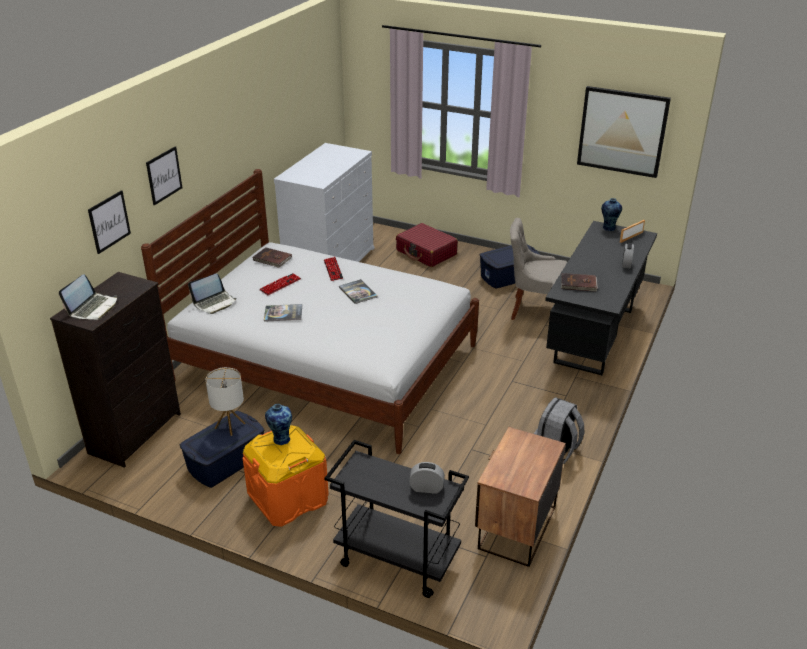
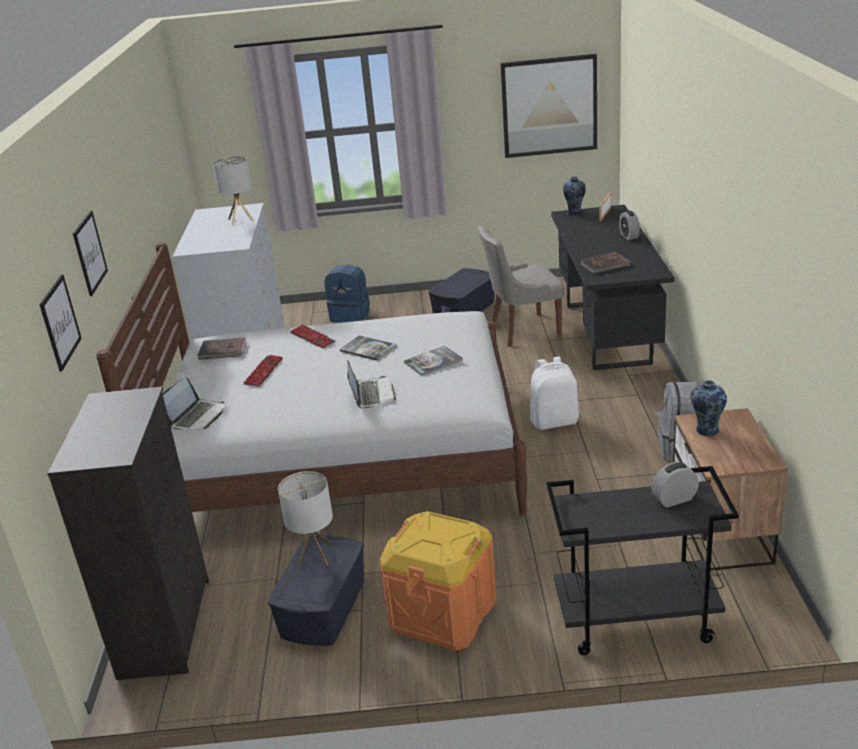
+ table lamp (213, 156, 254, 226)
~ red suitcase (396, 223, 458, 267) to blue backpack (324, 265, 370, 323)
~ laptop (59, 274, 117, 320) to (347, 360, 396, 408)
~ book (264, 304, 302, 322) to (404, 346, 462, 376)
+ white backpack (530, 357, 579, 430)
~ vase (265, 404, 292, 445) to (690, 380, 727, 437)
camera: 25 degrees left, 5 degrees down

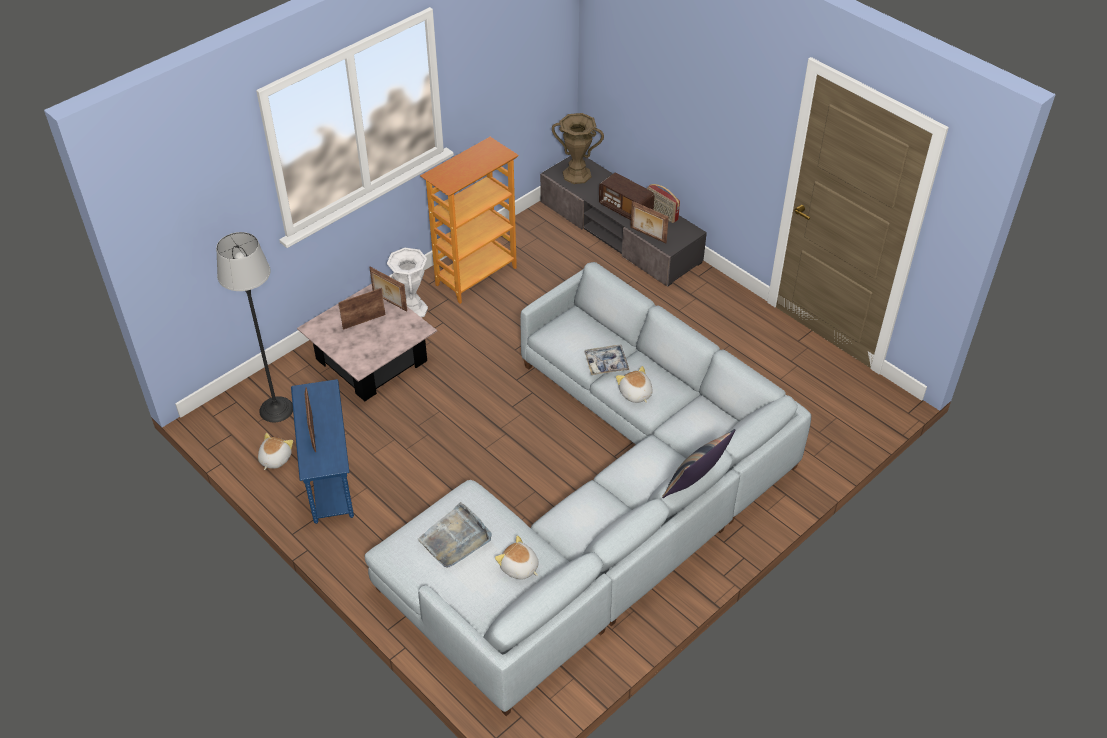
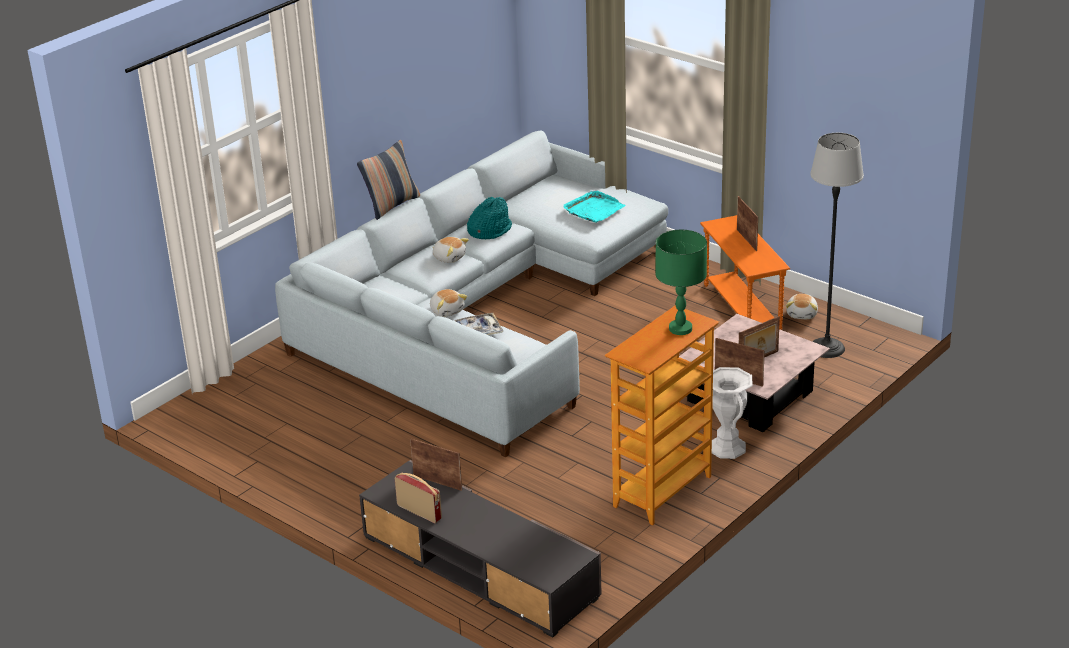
~ plush toy (495, 535, 539, 580) to (433, 237, 469, 263)
+ turquoise hat (467, 197, 512, 239)
~ grey tray (418, 502, 492, 567) to turquoise tray (563, 191, 625, 223)
+ green table lamp (655, 230, 707, 335)
~ blue side table (291, 379, 354, 524) to orange side table (700, 215, 790, 330)
- brown vase (552, 113, 604, 184)
- radio (599, 173, 655, 220)
camera: 175 degrees right, 15 degrees down

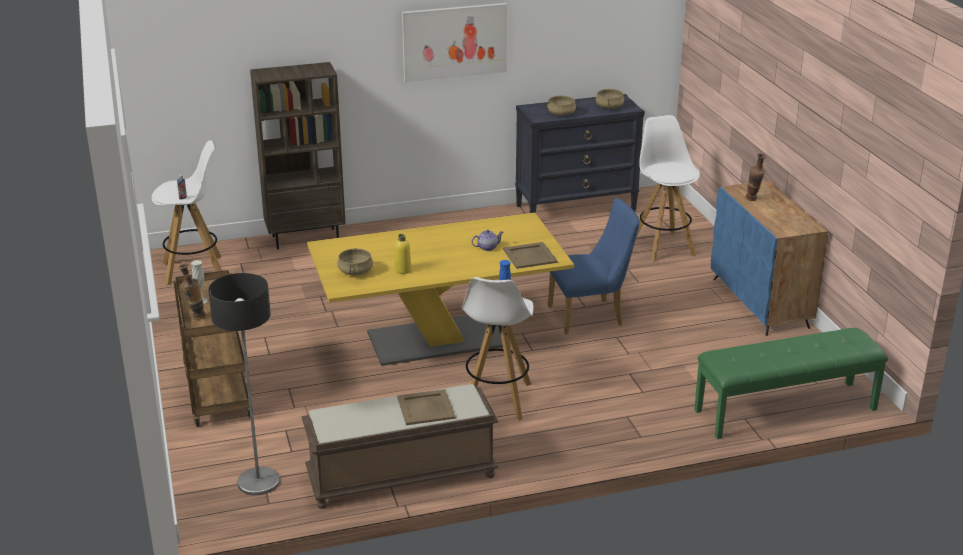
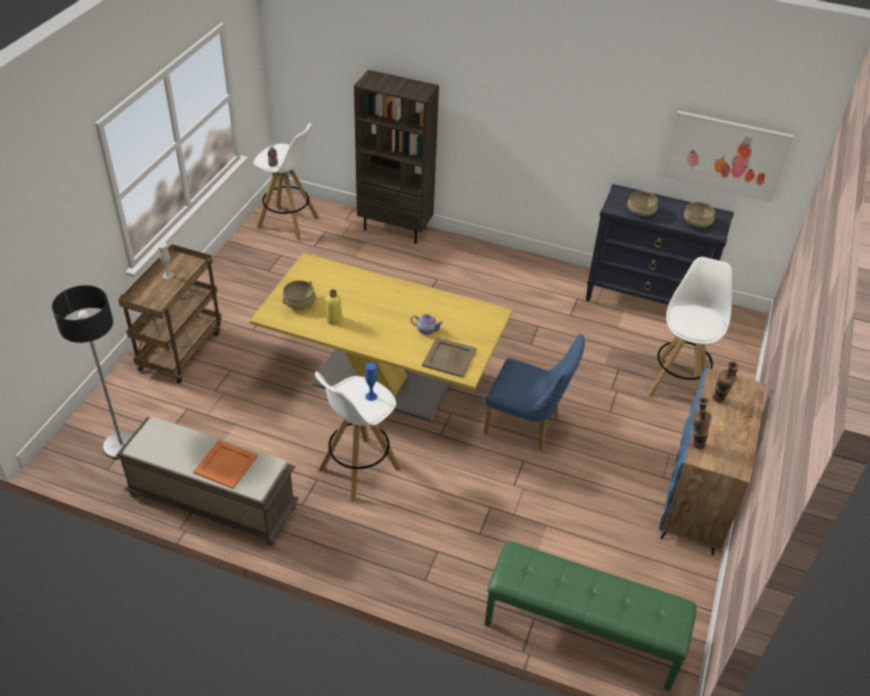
~ beige tray (397, 389, 456, 425) to orange tray (193, 440, 258, 489)
~ picture (402, 3, 507, 82) to (662, 111, 794, 202)
~ vase (178, 263, 206, 320) to (693, 397, 712, 450)
camera: 35 degrees right, 15 degrees up

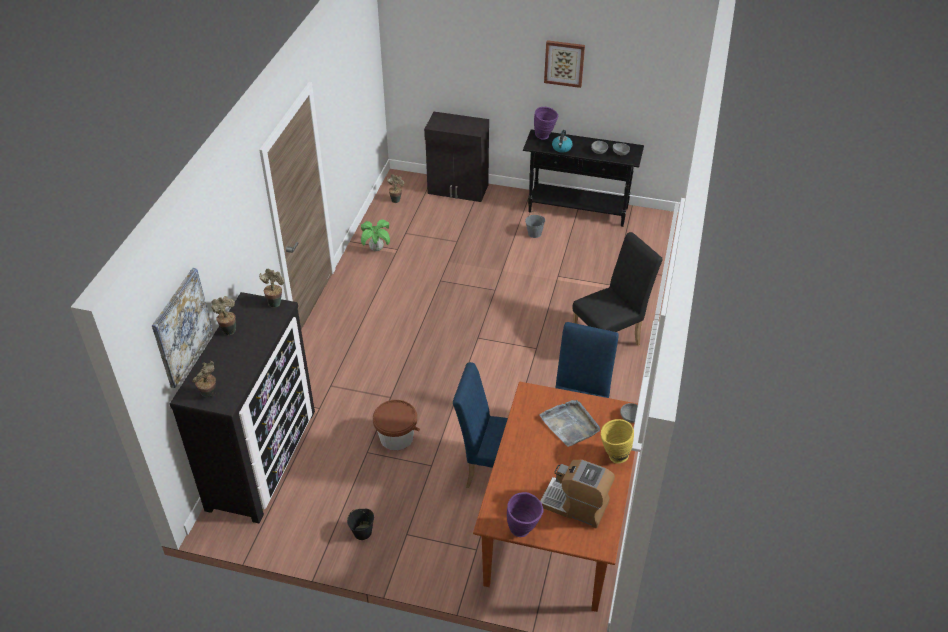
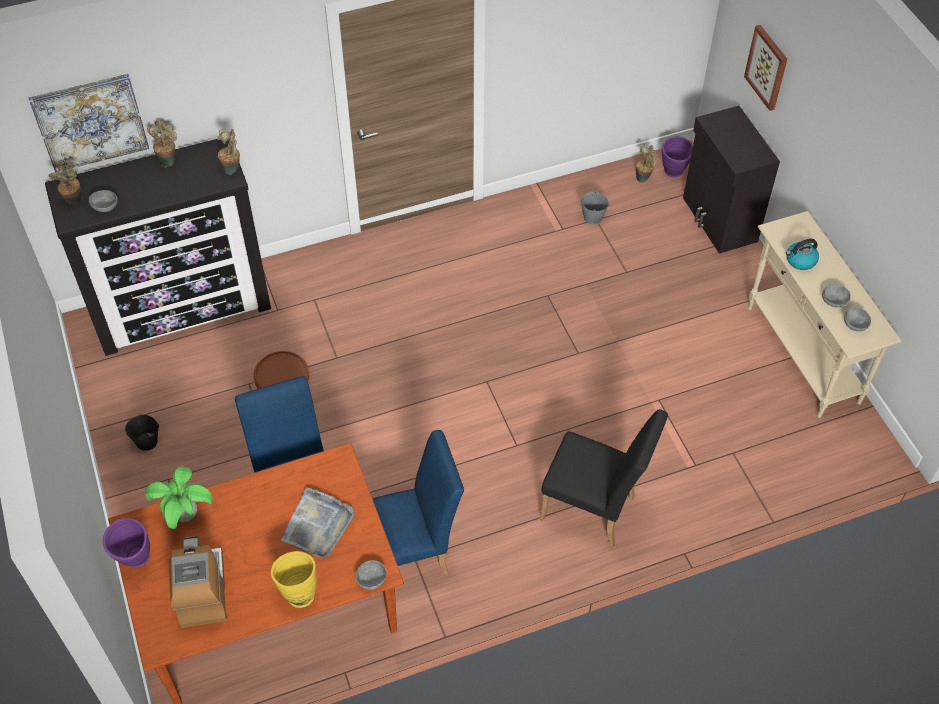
+ grey bowl (89, 190, 118, 212)
~ potted plant (361, 219, 390, 251) to (145, 466, 213, 529)
~ grey bucket (525, 211, 545, 238) to (580, 189, 610, 224)
~ purple vase (534, 107, 558, 140) to (662, 136, 693, 177)
~ picture (544, 40, 585, 88) to (744, 25, 787, 111)
~ black console table (523, 129, 644, 227) to beige console table (748, 211, 902, 418)
camera: 55 degrees right, 10 degrees up

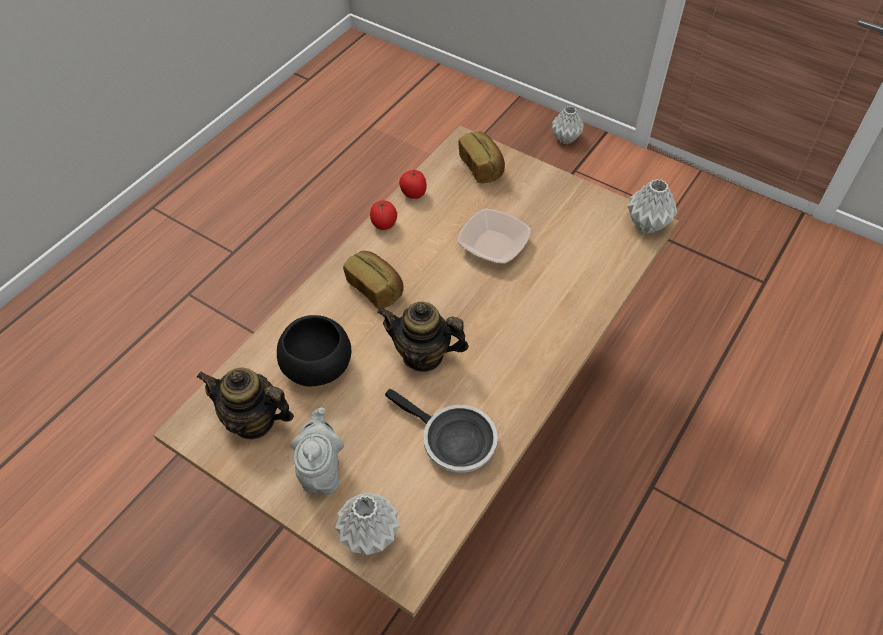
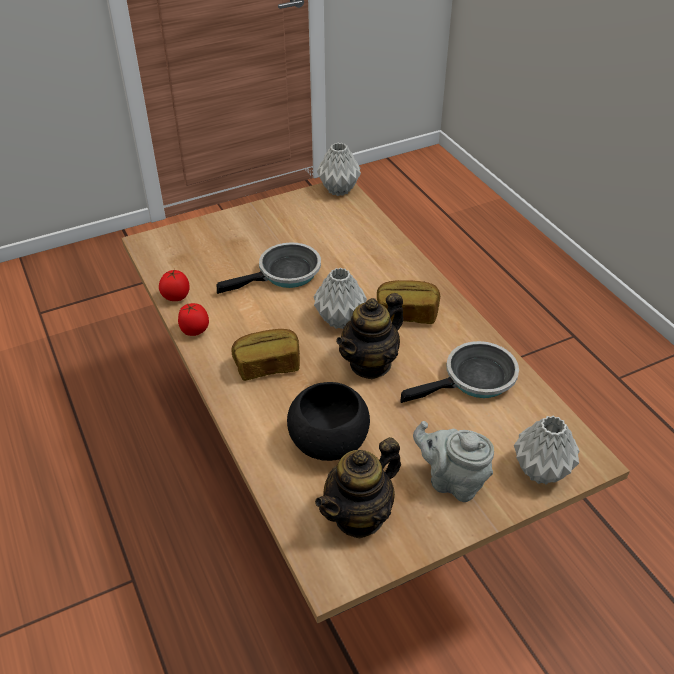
~ bowl (458, 209, 531, 264) to frying pan (217, 242, 321, 294)
~ grey vase (552, 106, 584, 144) to (314, 267, 367, 329)
~ bread (458, 131, 505, 184) to (377, 280, 440, 324)
camera: 60 degrees left, 10 degrees down

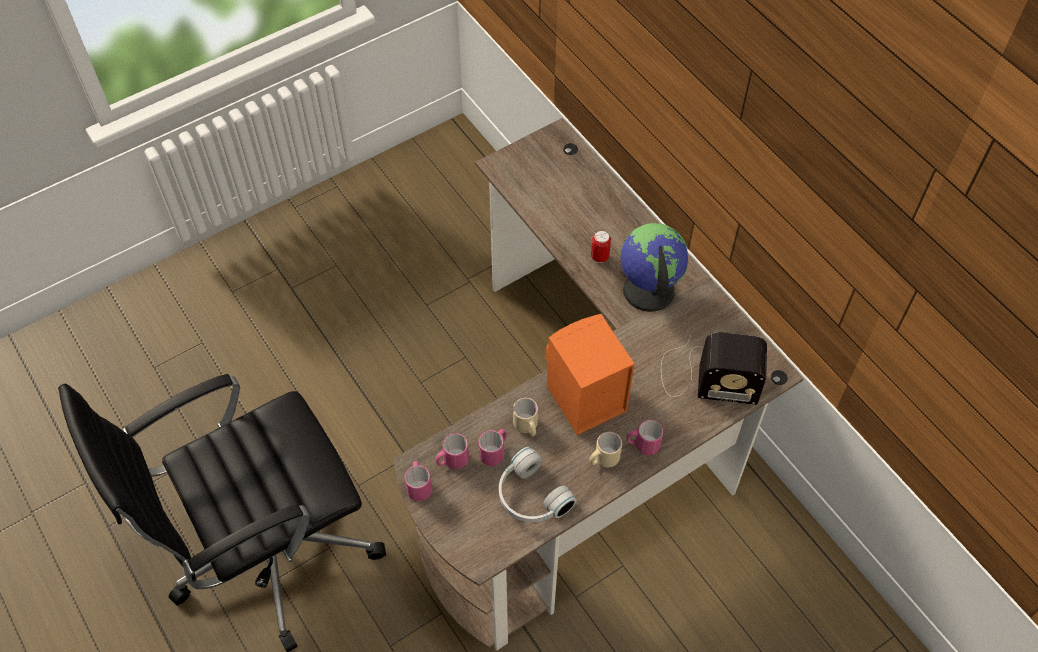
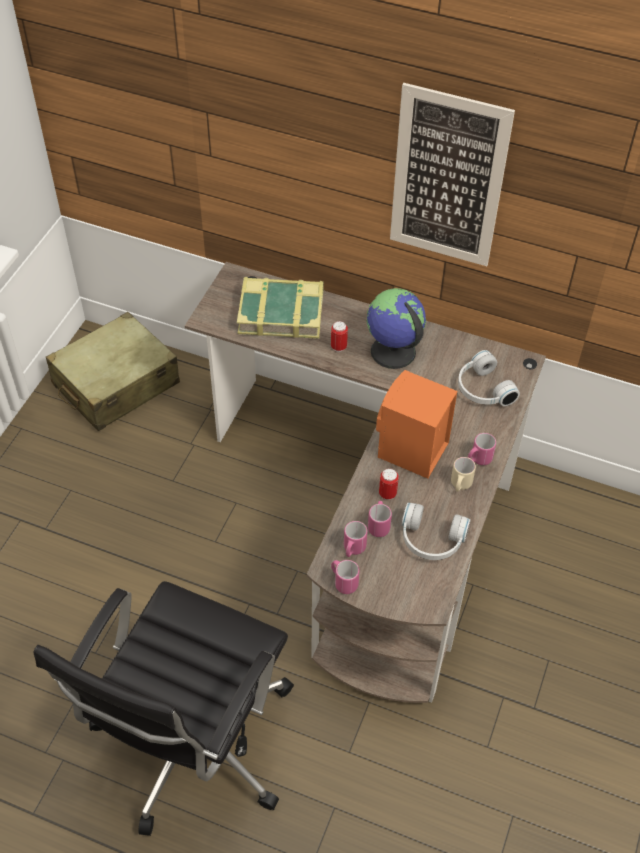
+ beige suitcase (46, 312, 180, 431)
+ book (237, 277, 324, 339)
~ beige mug (513, 398, 538, 436) to can (379, 468, 399, 500)
+ picture (390, 83, 515, 266)
~ radio (661, 332, 767, 405) to white headphones (458, 350, 520, 406)
camera: 35 degrees left, 5 degrees down

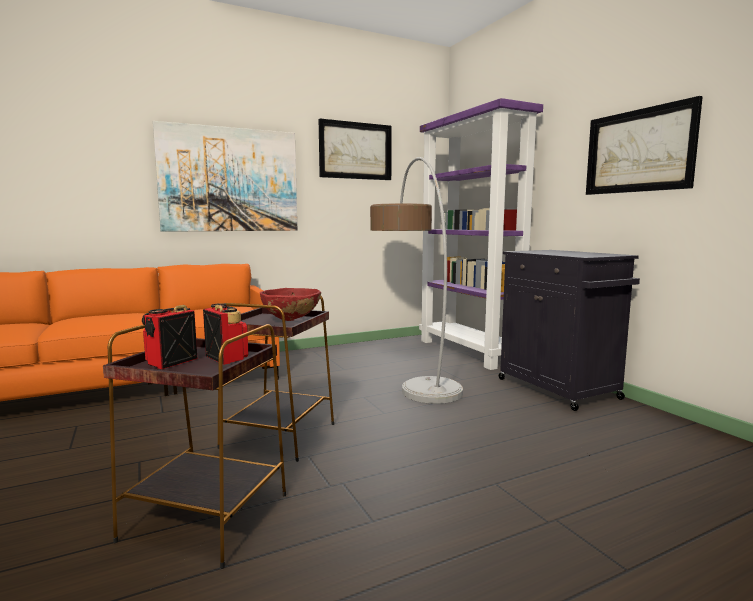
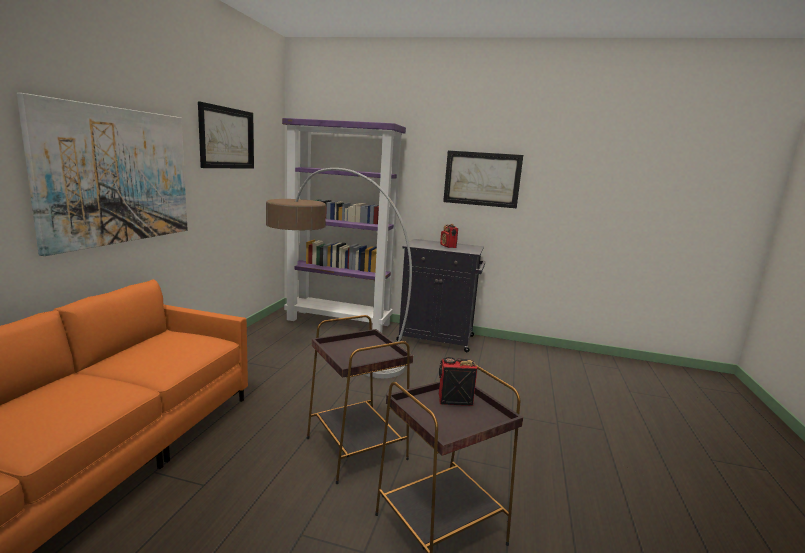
~ radio (142, 305, 197, 369) to (440, 224, 458, 248)
- red bowl (260, 288, 321, 321)
camera: 50 degrees left, 5 degrees up

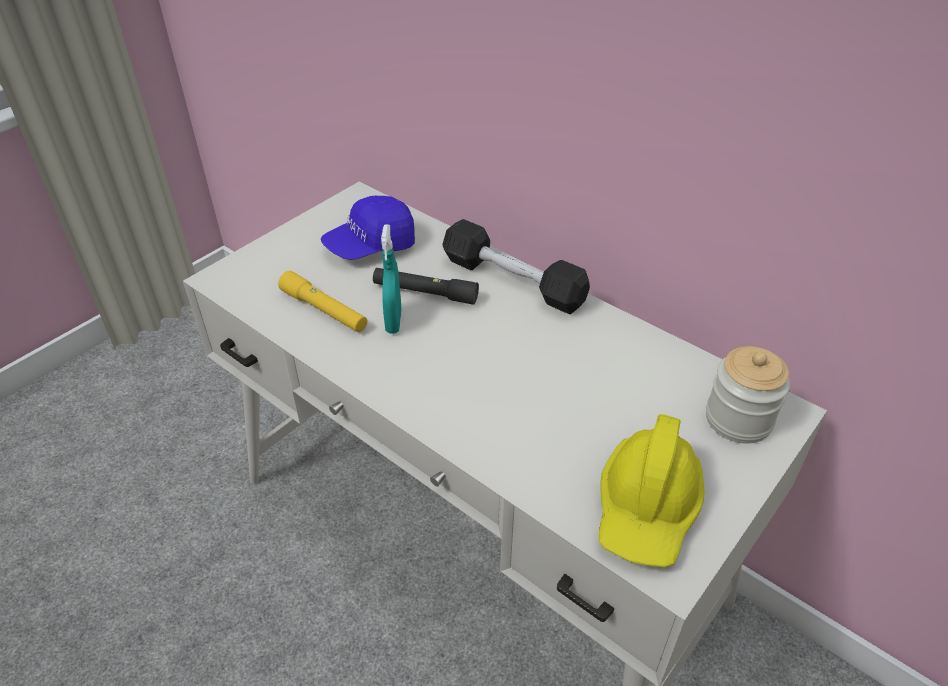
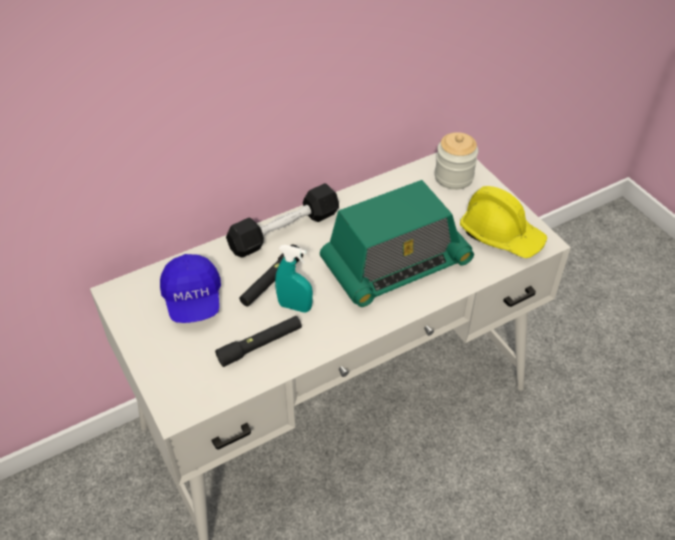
~ yellow flashlight (278, 271, 367, 332) to black flashlight (215, 316, 302, 367)
+ radio (320, 180, 474, 307)
camera: 70 degrees left, 5 degrees up

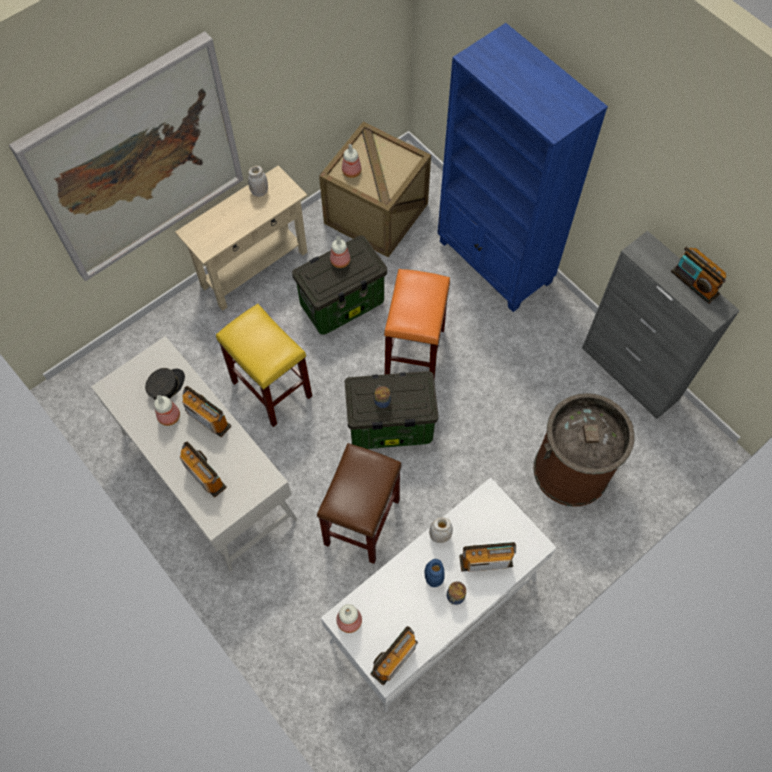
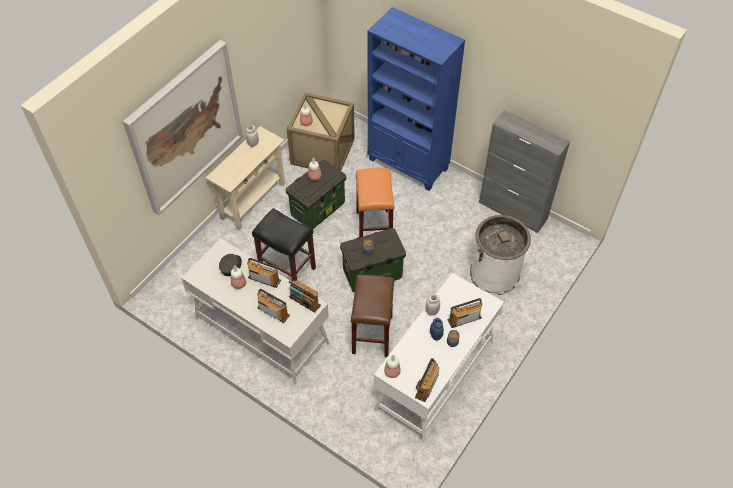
~ yellow stool (216, 304, 312, 427) to black stool (252, 208, 316, 282)
~ radio (671, 247, 727, 304) to (289, 280, 321, 313)
~ brown trash can (534, 393, 634, 507) to white trash can (470, 215, 531, 295)
camera: 15 degrees left, 10 degrees down

